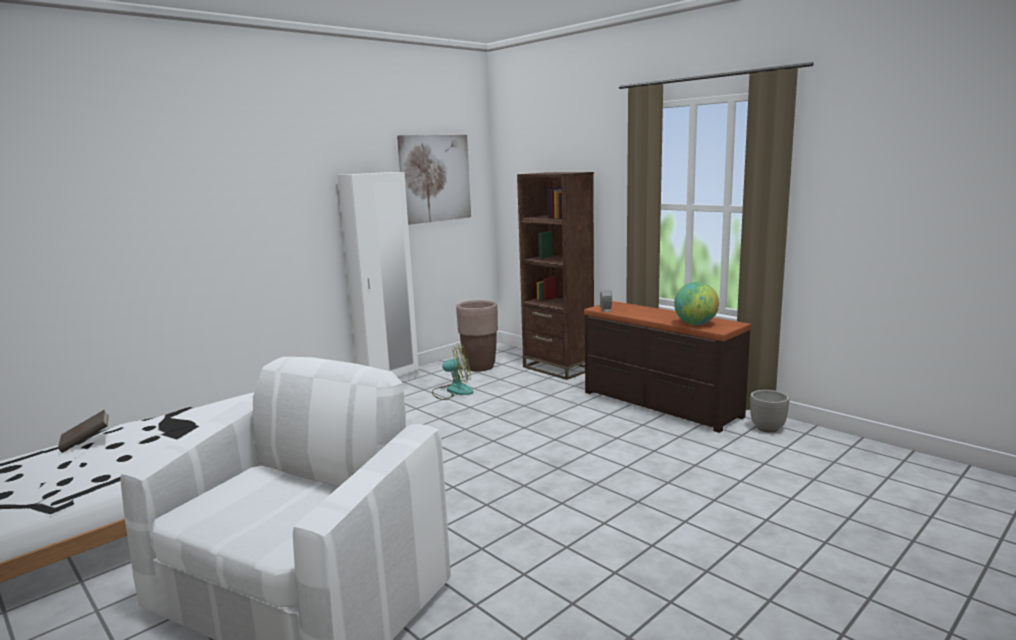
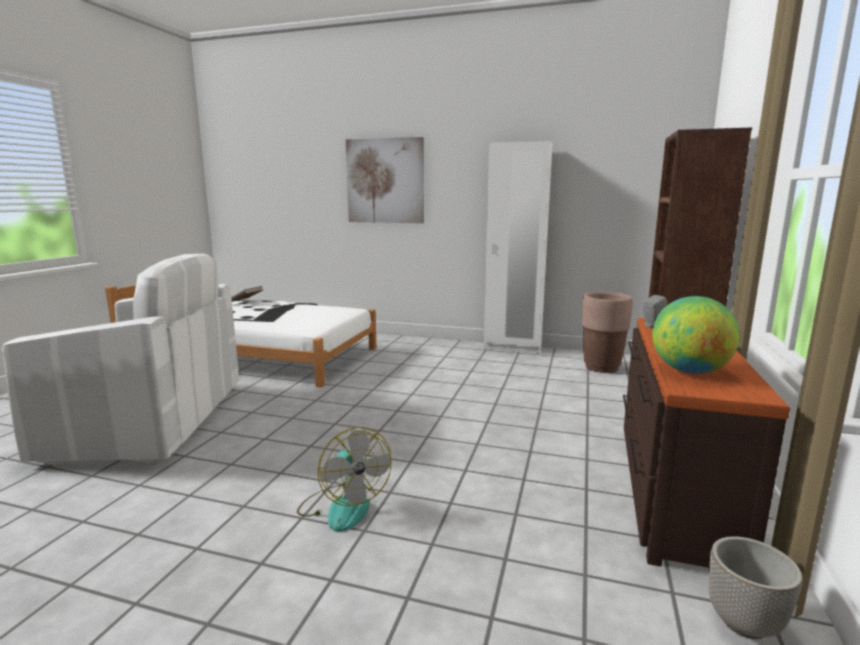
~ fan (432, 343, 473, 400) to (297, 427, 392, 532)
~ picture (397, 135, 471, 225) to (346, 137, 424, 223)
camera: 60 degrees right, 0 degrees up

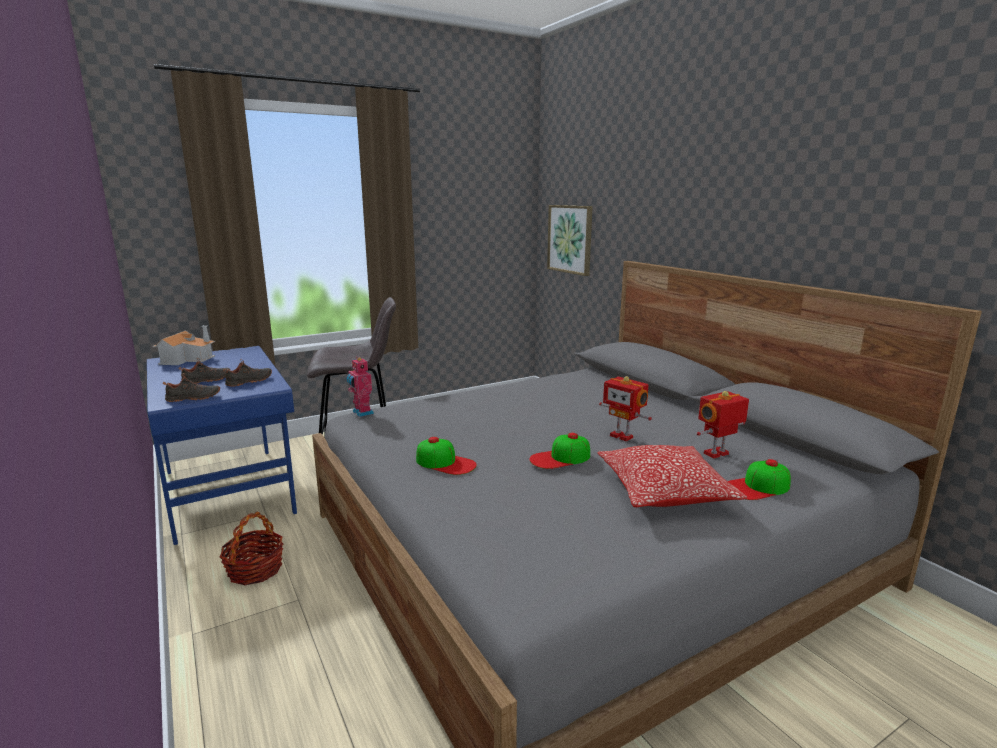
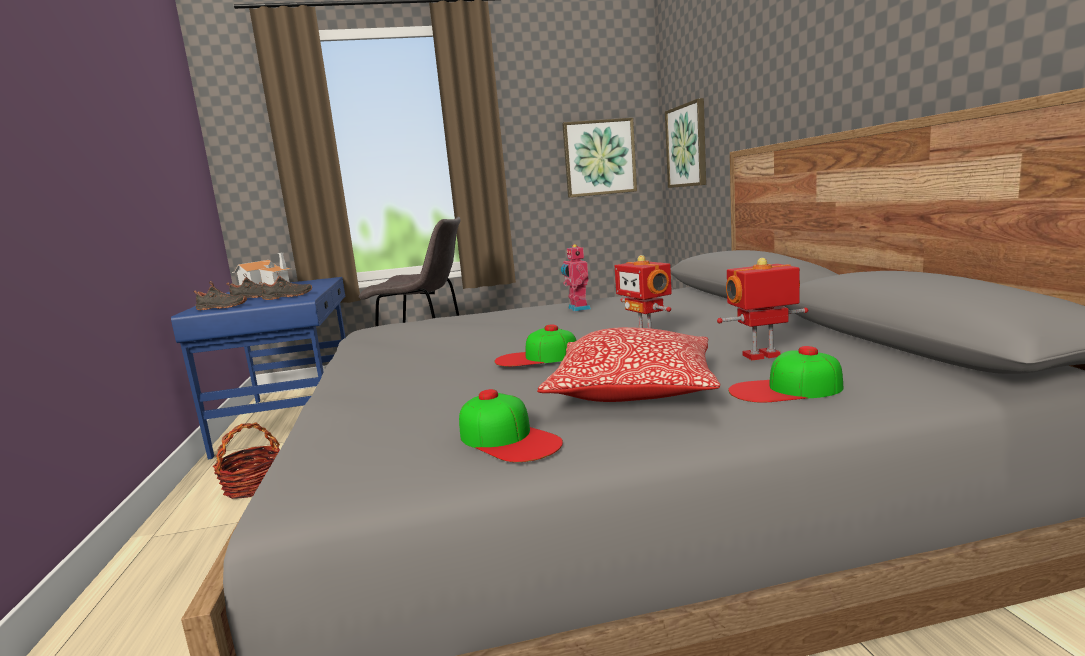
~ cap (416, 437, 477, 475) to (459, 389, 563, 462)
~ toy robot (346, 357, 374, 417) to (561, 244, 591, 312)
+ picture (562, 118, 637, 198)
camera: 20 degrees right, 5 degrees down

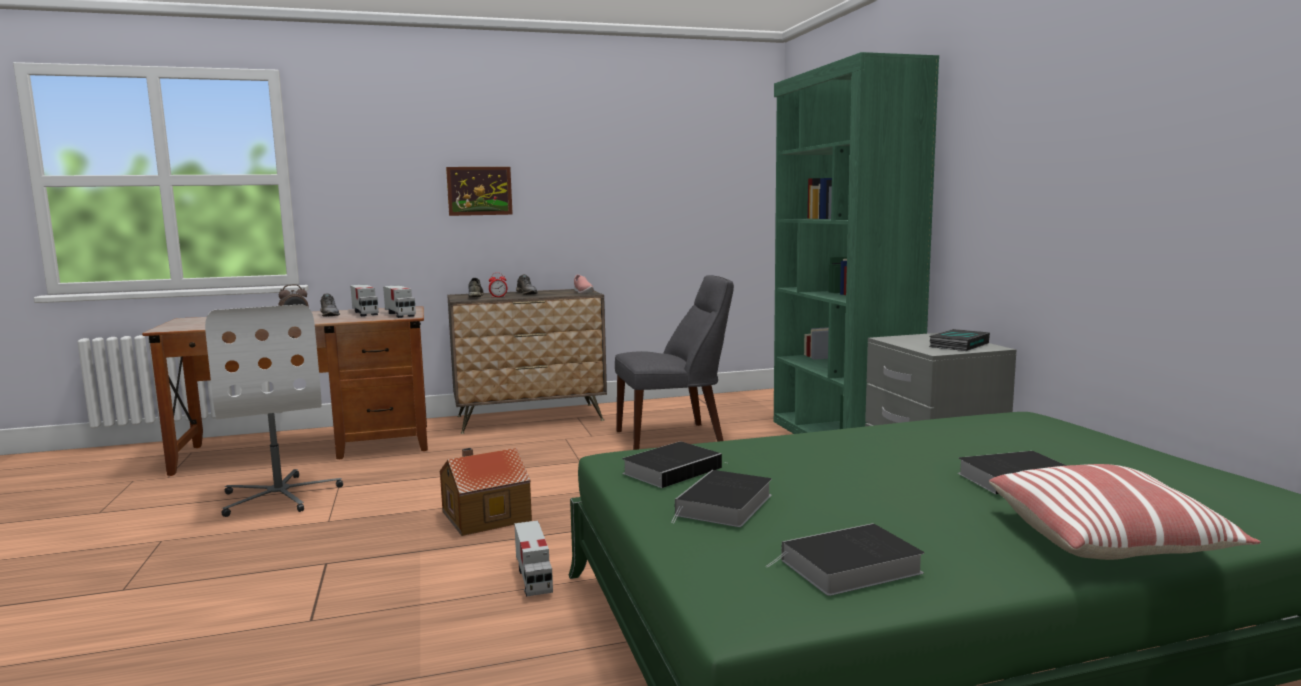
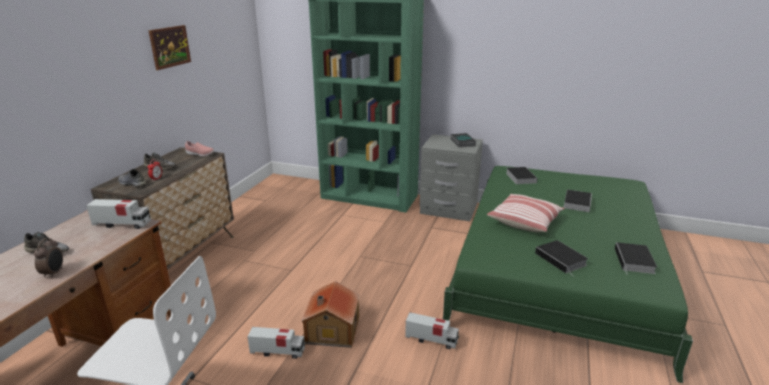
~ picture (446, 167, 513, 216) to (148, 25, 191, 70)
~ toy truck (350, 284, 379, 316) to (247, 327, 305, 359)
~ pillow (989, 464, 1261, 560) to (487, 194, 565, 232)
~ book (622, 442, 728, 488) to (506, 167, 538, 184)
- grey chair (615, 275, 734, 450)
camera: 55 degrees left, 15 degrees up

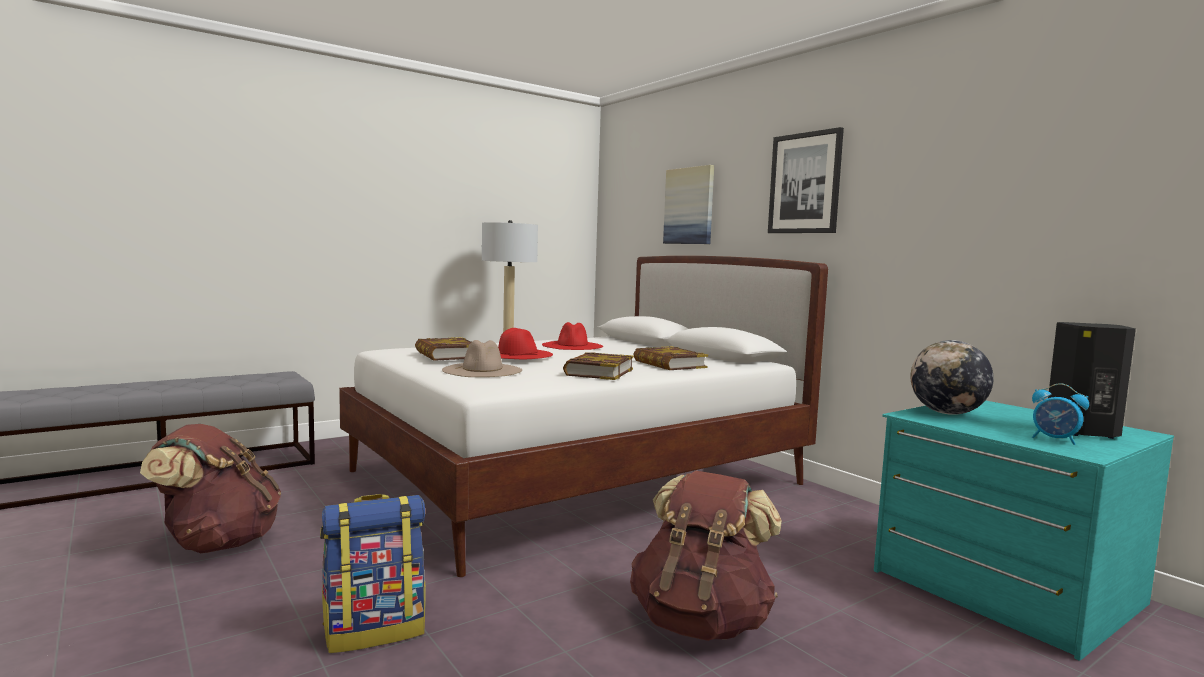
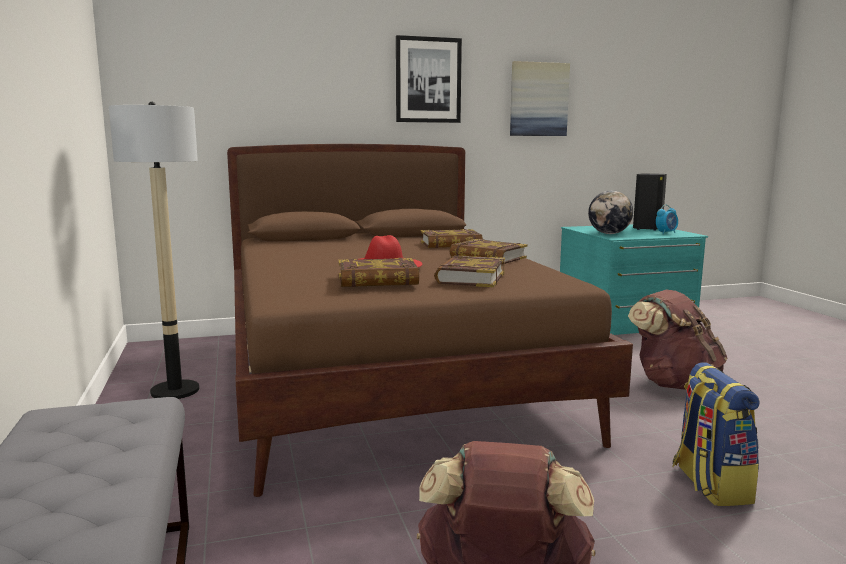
~ white bed (339, 256, 828, 577) to brown bed (227, 144, 633, 497)
~ beige hat (442, 340, 522, 377) to book (434, 256, 505, 287)
~ picture (663, 165, 714, 244) to (510, 61, 570, 136)
- red hat (542, 322, 603, 350)
camera: 70 degrees left, 5 degrees up

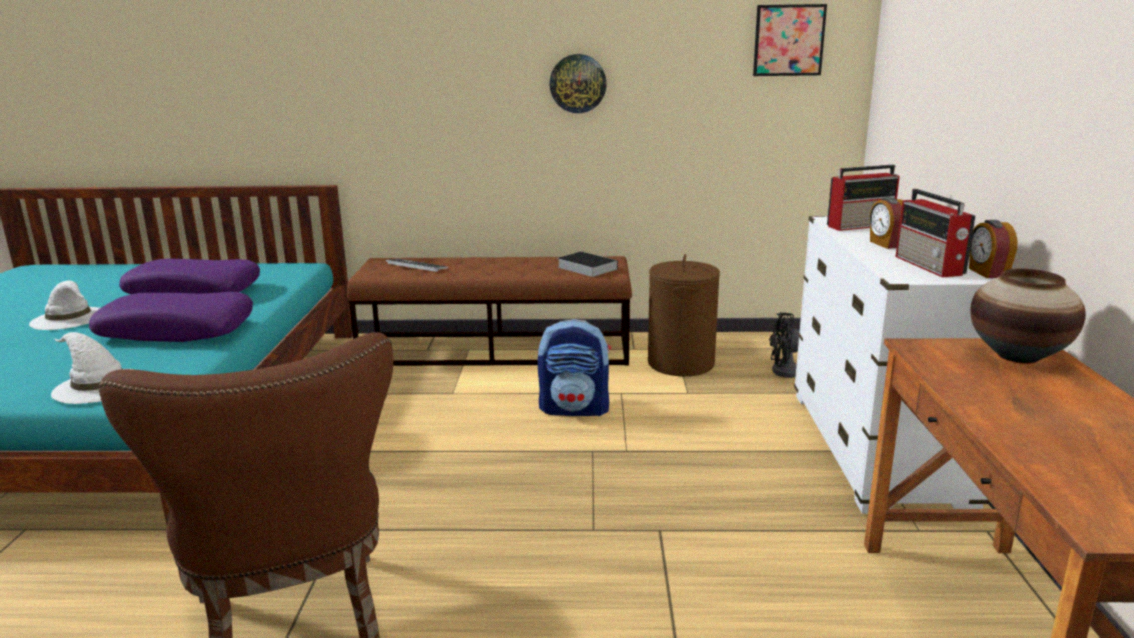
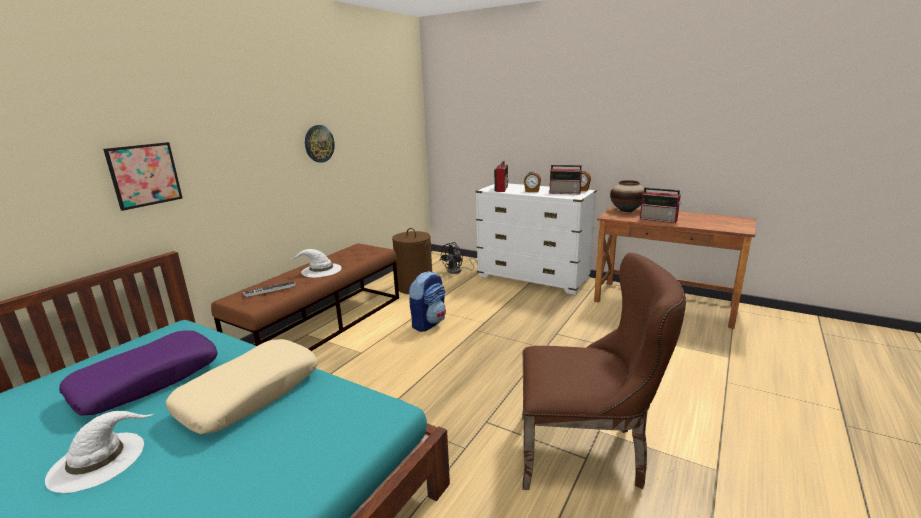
~ picture (753, 4, 827, 76) to (103, 142, 183, 211)
~ purple pillow (89, 292, 253, 342) to beige pillow (166, 339, 318, 434)
~ white hat (51, 332, 135, 404) to (291, 249, 342, 278)
+ radio (640, 188, 681, 223)
- book (557, 251, 618, 277)
camera: 60 degrees left, 0 degrees up

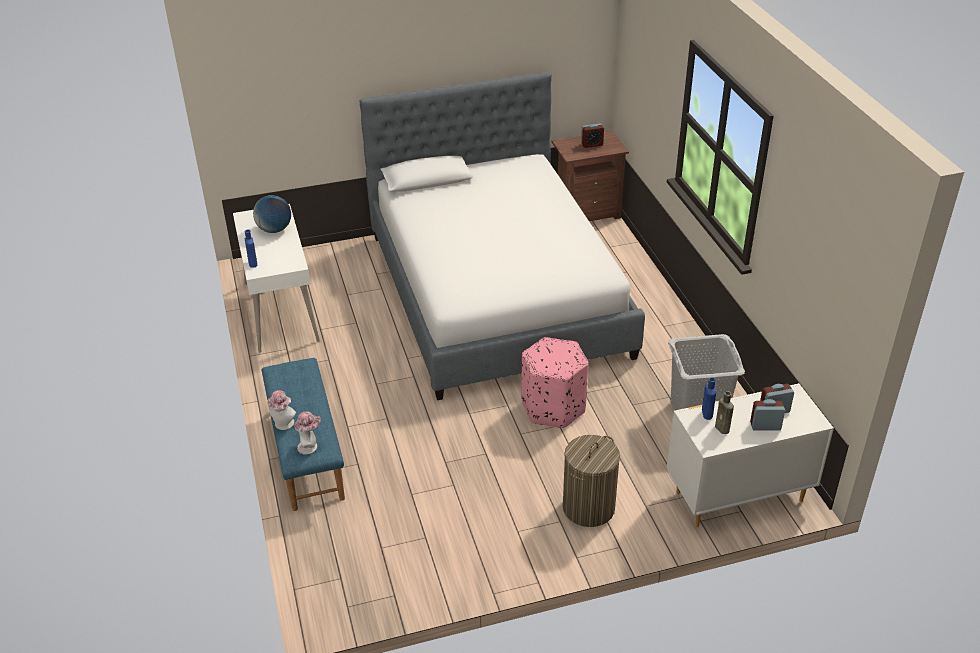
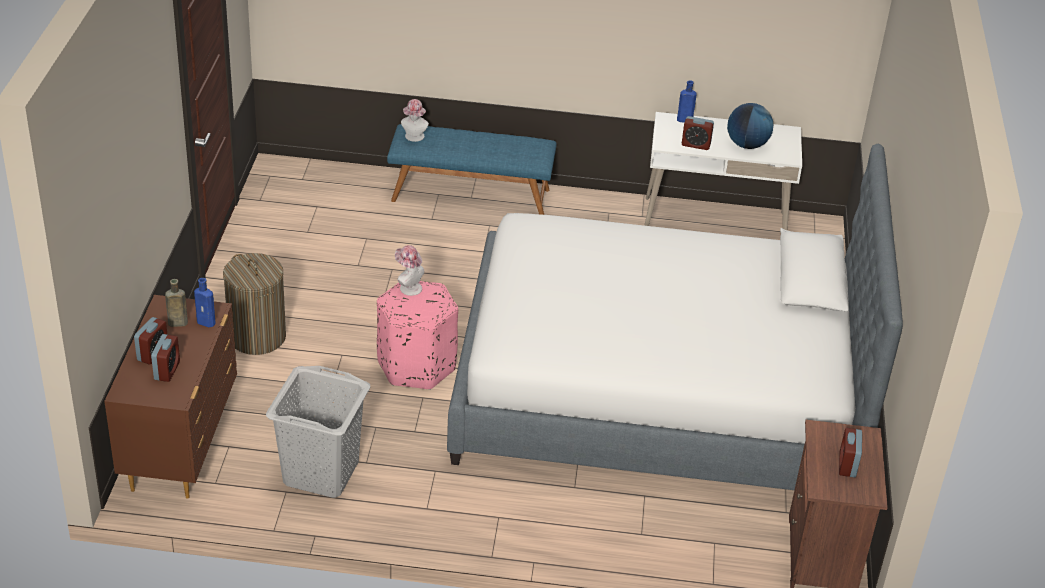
~ white dresser (667, 383, 834, 527) to brown dresser (104, 295, 237, 498)
~ hat (267, 390, 296, 430) to (395, 245, 424, 296)
+ alarm clock (682, 116, 714, 150)
camera: 110 degrees right, 0 degrees up

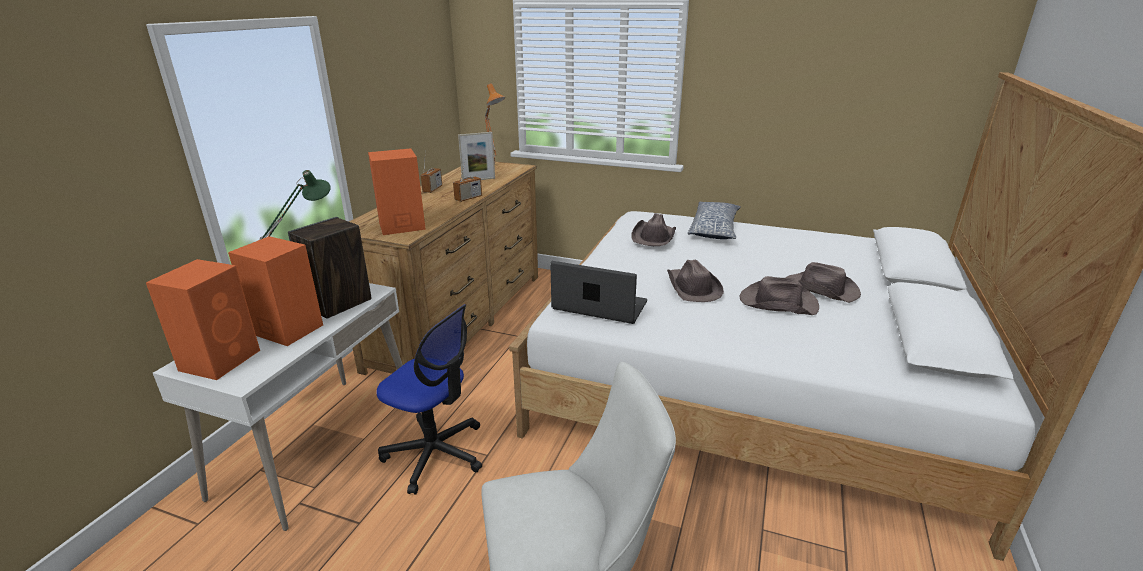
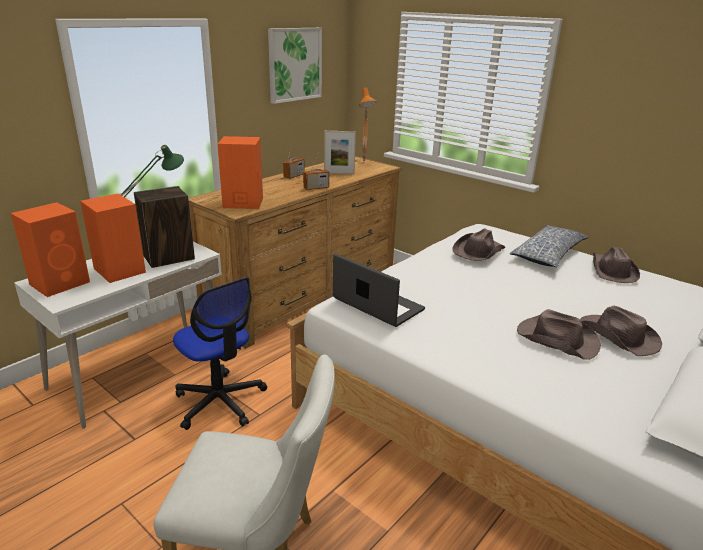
+ picture (268, 28, 322, 104)
~ brown hat (667, 260, 724, 302) to (593, 246, 640, 283)
camera: 20 degrees right, 0 degrees up

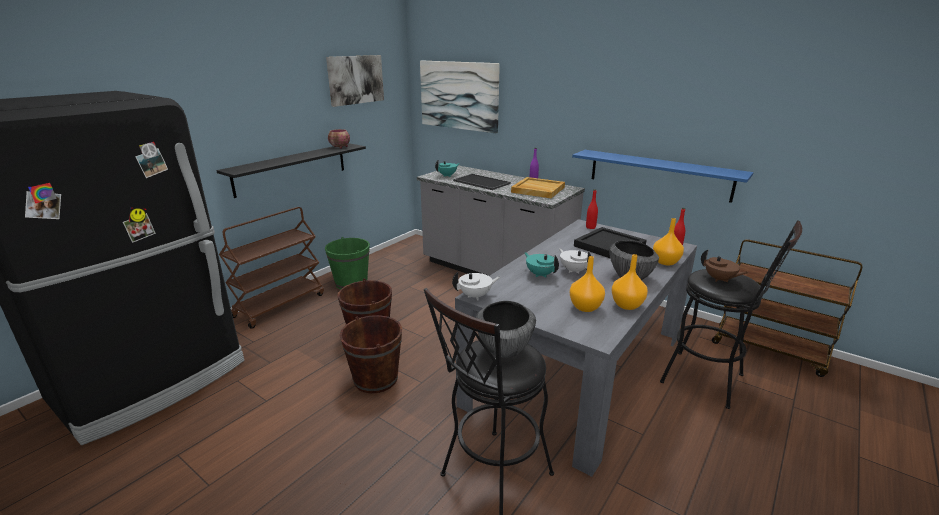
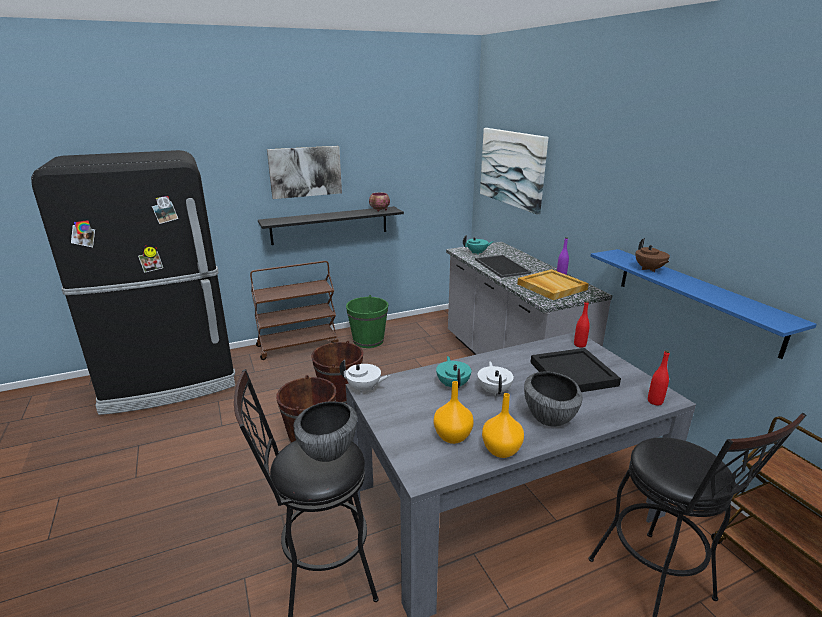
~ picture (326, 55, 384, 107) to (267, 146, 342, 199)
~ brown teapot (701, 249, 749, 282) to (635, 238, 670, 272)
- orange vase (653, 218, 684, 265)
camera: 30 degrees right, 0 degrees up

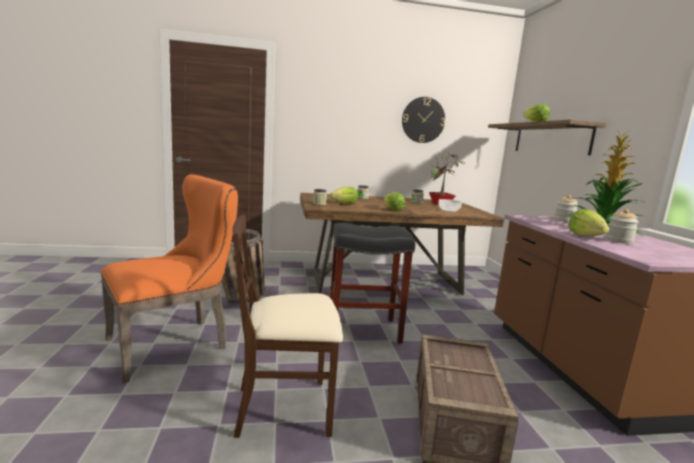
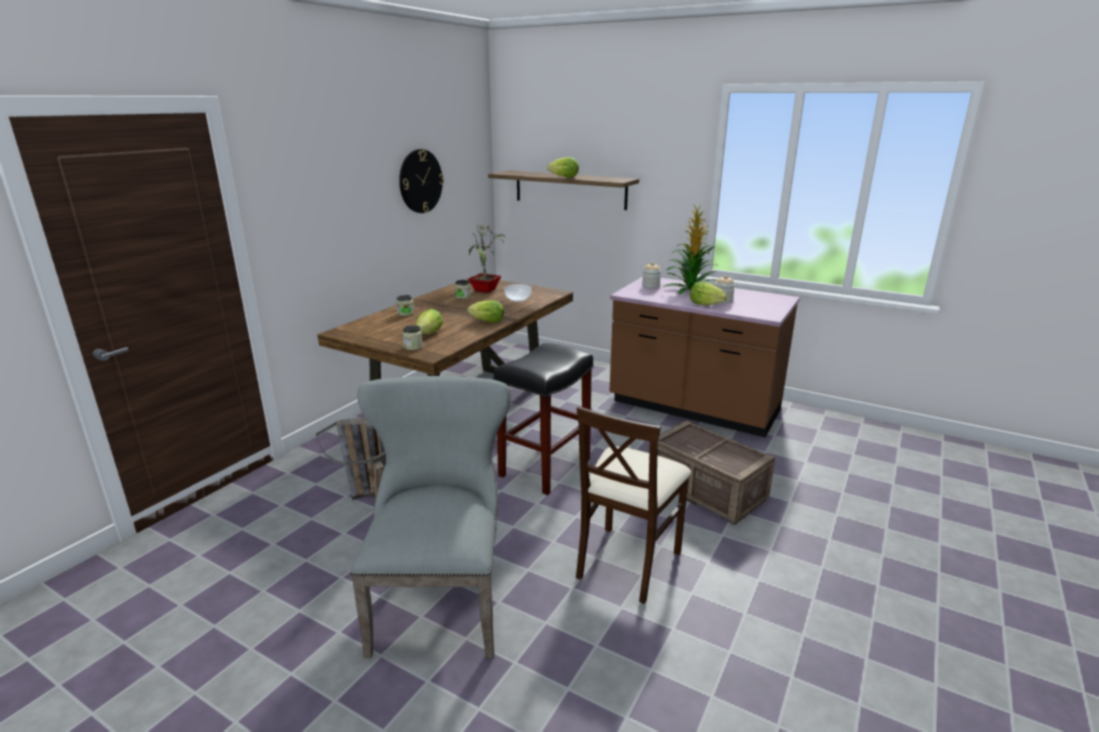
~ orange chair (100, 175, 238, 383) to grey chair (351, 376, 511, 658)
camera: 50 degrees left, 10 degrees up

